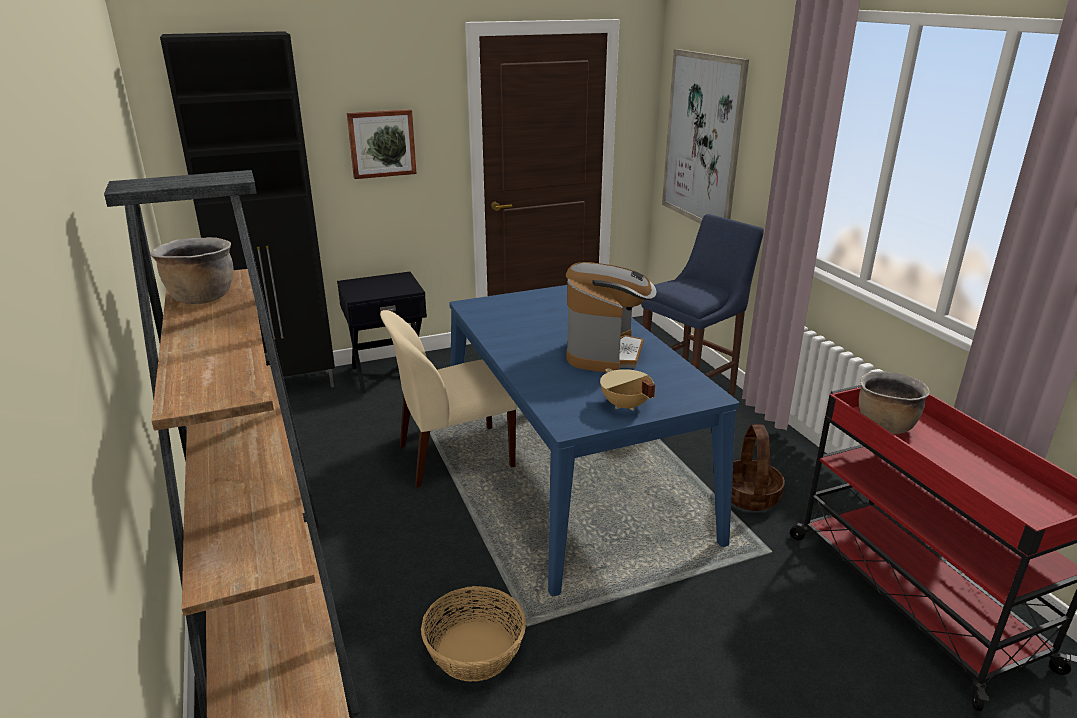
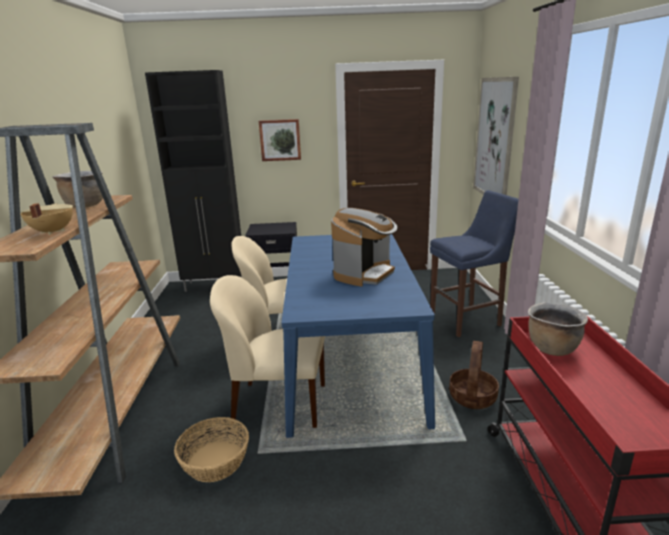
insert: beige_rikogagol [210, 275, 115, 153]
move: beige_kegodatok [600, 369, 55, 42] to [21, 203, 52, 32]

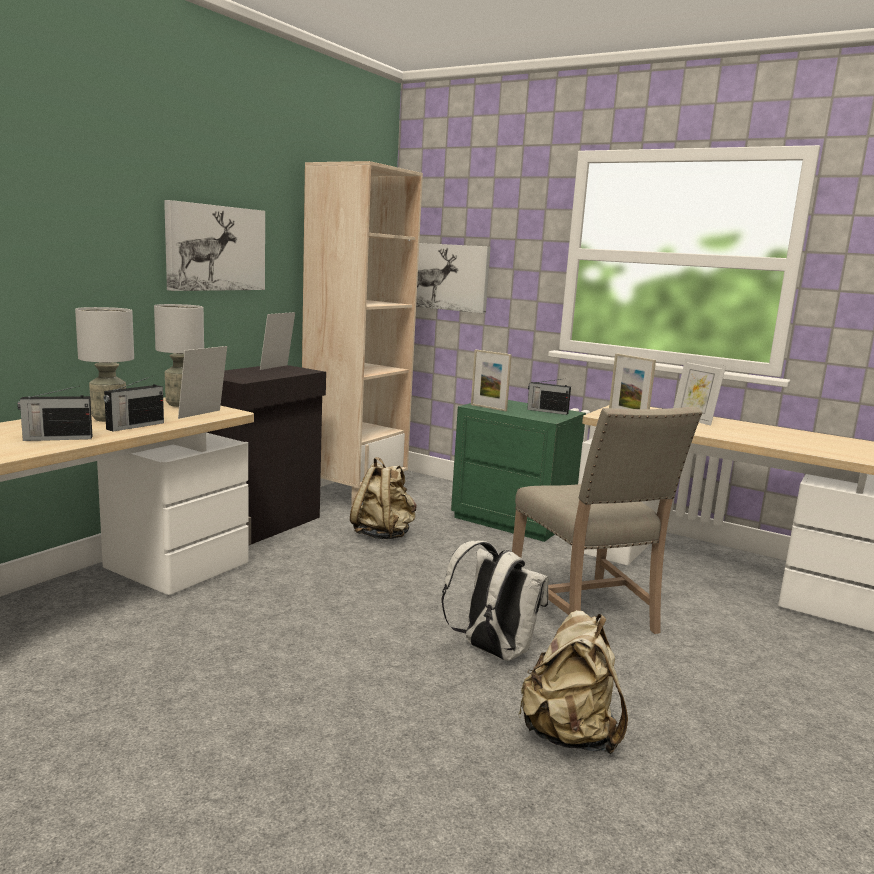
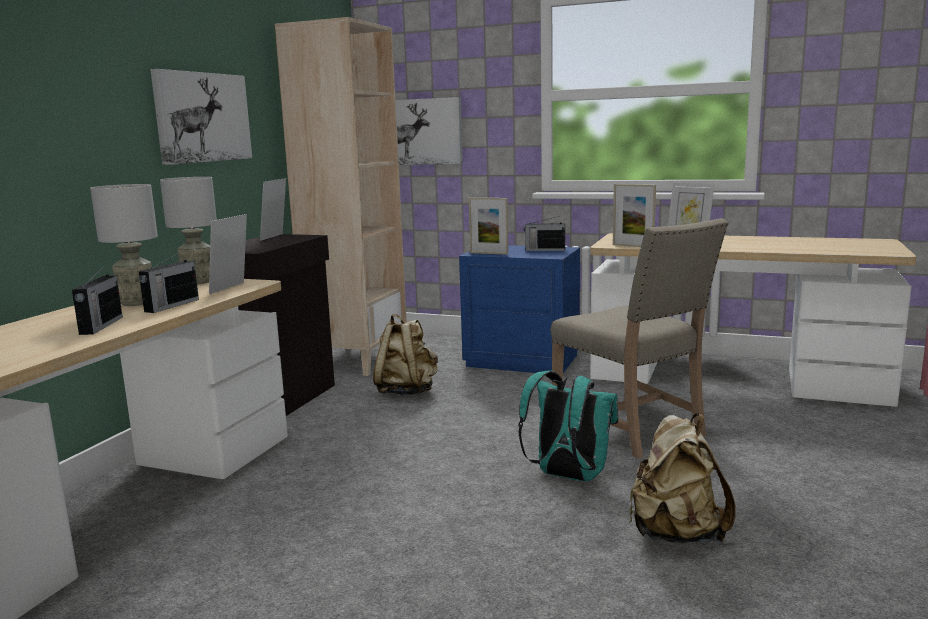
recolor: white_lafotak [441, 541, 108, 120] to turquoise_lafotak [518, 370, 101, 111]; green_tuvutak [451, 400, 135, 142] to blue_tuvutak [459, 245, 121, 128]
rotate: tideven [17, 386, 75, 55] = [72, 265, 51, 70] 60 degrees counterclockwise

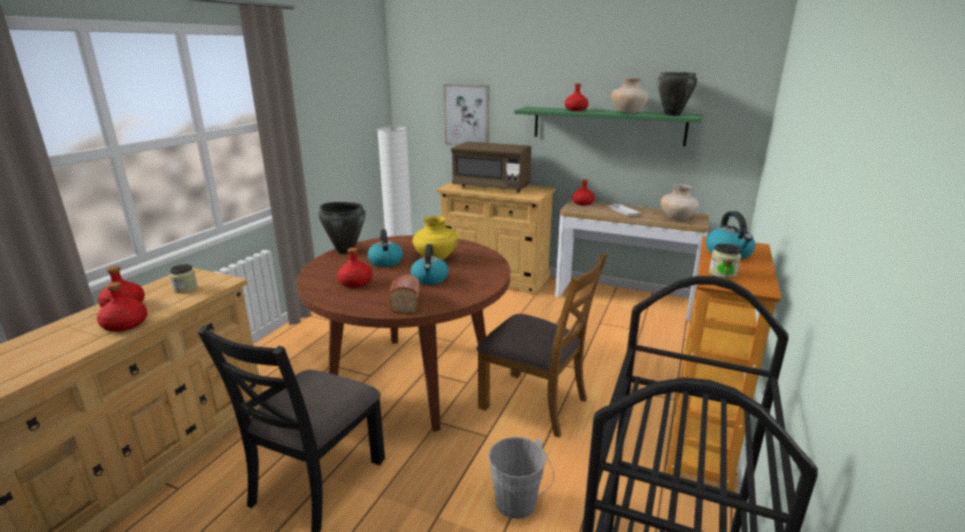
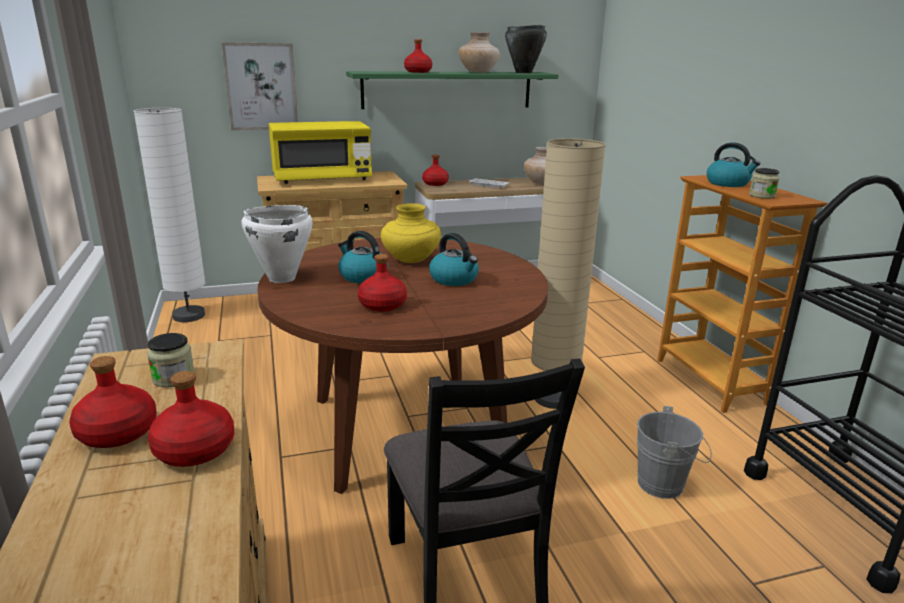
delete: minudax [389, 275, 31, 38]
replace: brown_rikogagol [477, 252, 131, 186] to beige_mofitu [531, 138, 75, 271]
recolor: black_kegodatok [318, 202, 48, 52] to white_kegodatok [241, 205, 72, 78]; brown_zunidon [451, 142, 80, 50] to yellow_zunidon [269, 121, 103, 63]

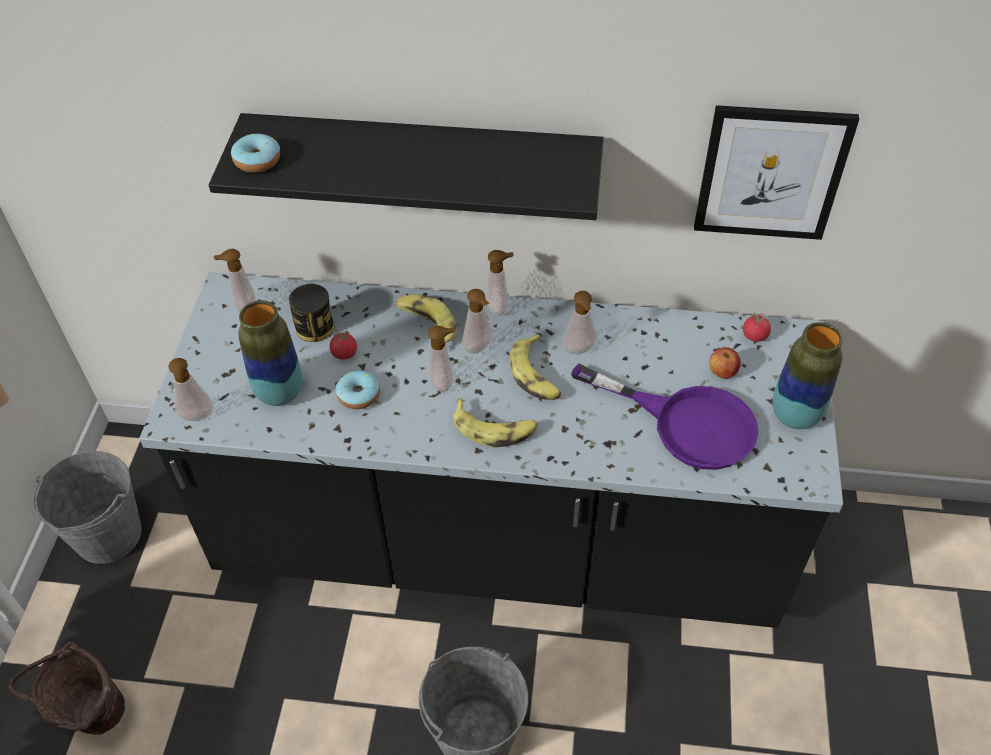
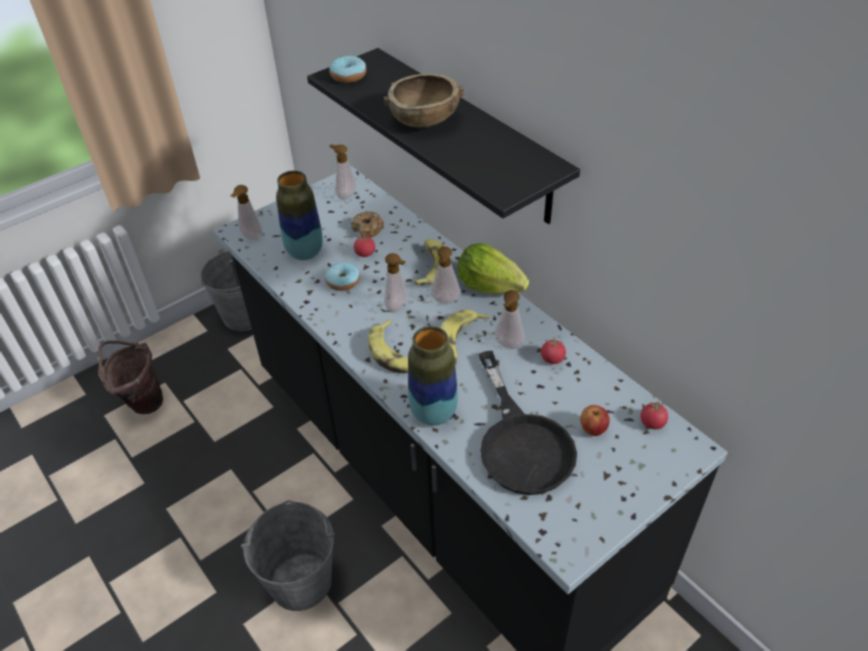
delete: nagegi [694, 105, 165, 135]
insert: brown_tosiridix [384, 74, 80, 54]; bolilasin [541, 337, 25, 27]
move: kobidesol [772, 322, 71, 107] to [408, 326, 50, 100]
replace: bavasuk [289, 284, 46, 58] to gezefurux [351, 211, 33, 27]; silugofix [486, 250, 28, 66] to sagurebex [458, 243, 71, 51]
recolor: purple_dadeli [571, 363, 187, 107] to black_dadeli [479, 351, 98, 144]

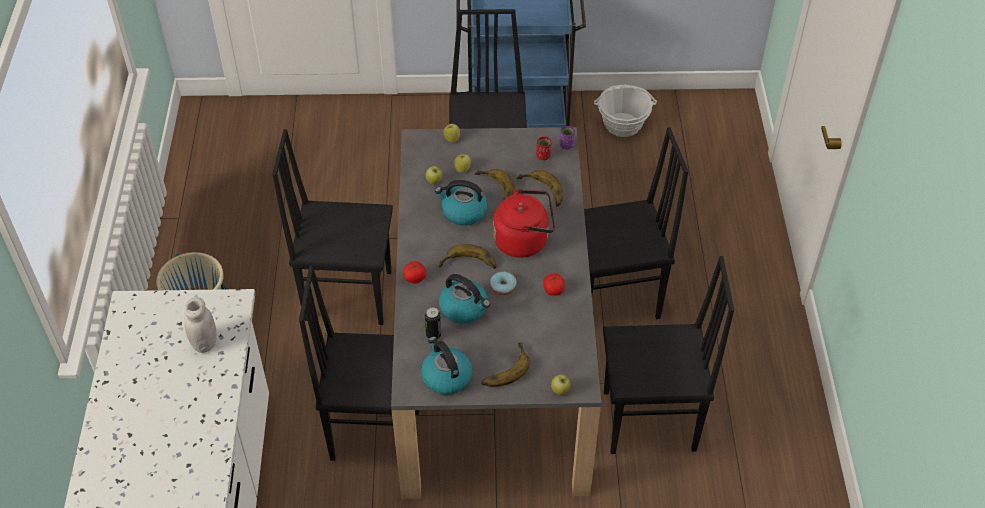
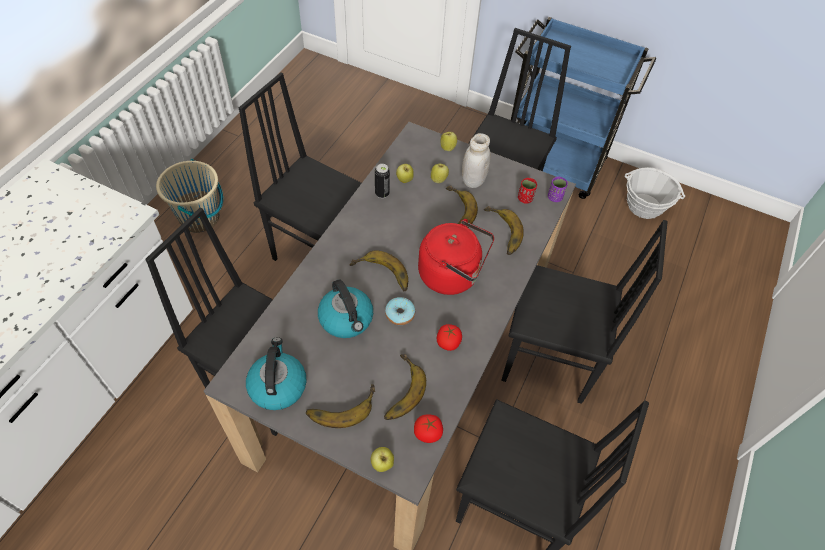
delete: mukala [435, 180, 53, 46]
insert: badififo [384, 354, 42, 66]
move: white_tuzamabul [184, 297, 33, 56] to [462, 133, 29, 55]; bolilasin [403, 261, 23, 22] to [414, 414, 29, 29]; bavasuk [425, 308, 16, 31] to [375, 164, 15, 34]

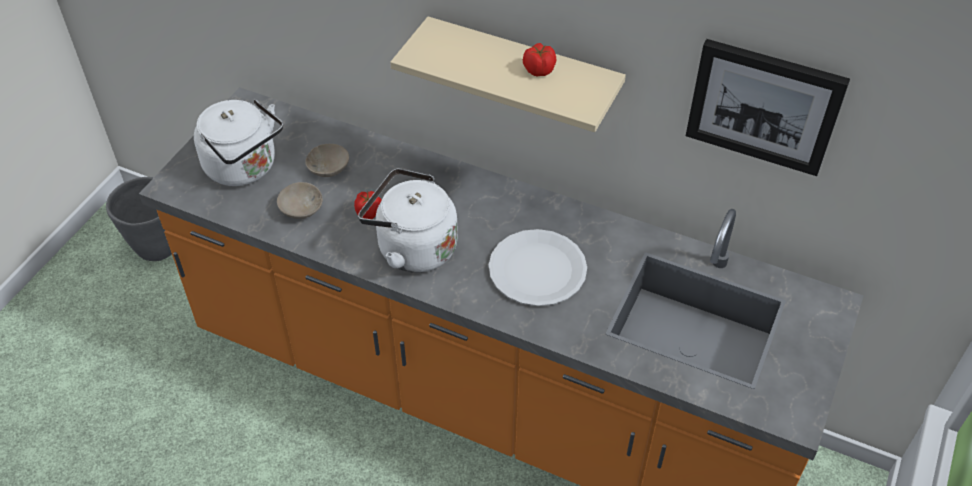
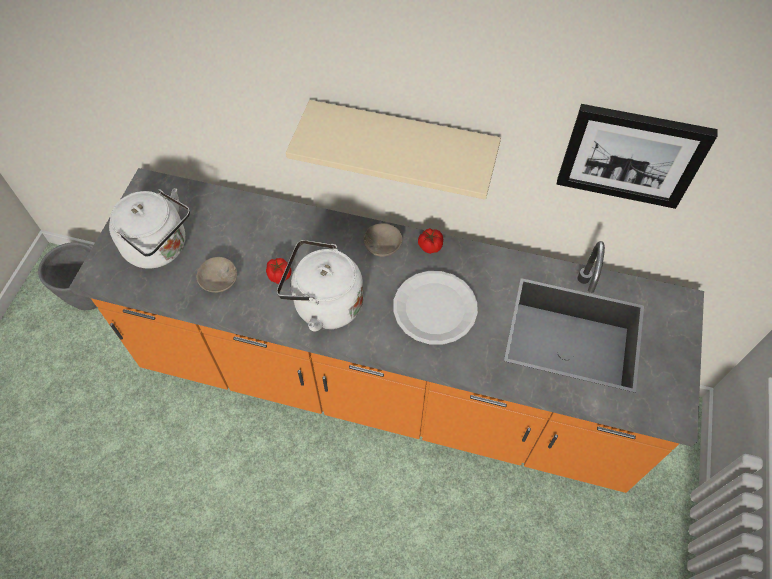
move: beige_tosiridix [305, 144, 44, 33] to [364, 223, 38, 34]; bolilasin [523, 43, 33, 33] to [418, 228, 25, 26]

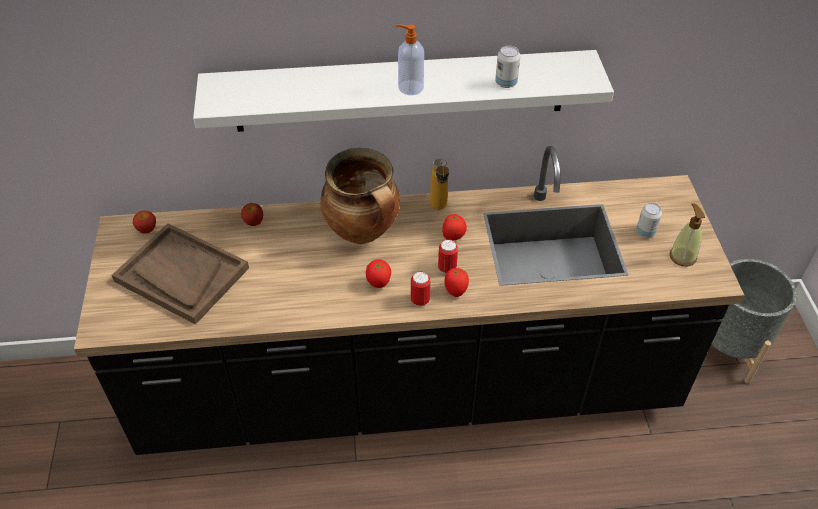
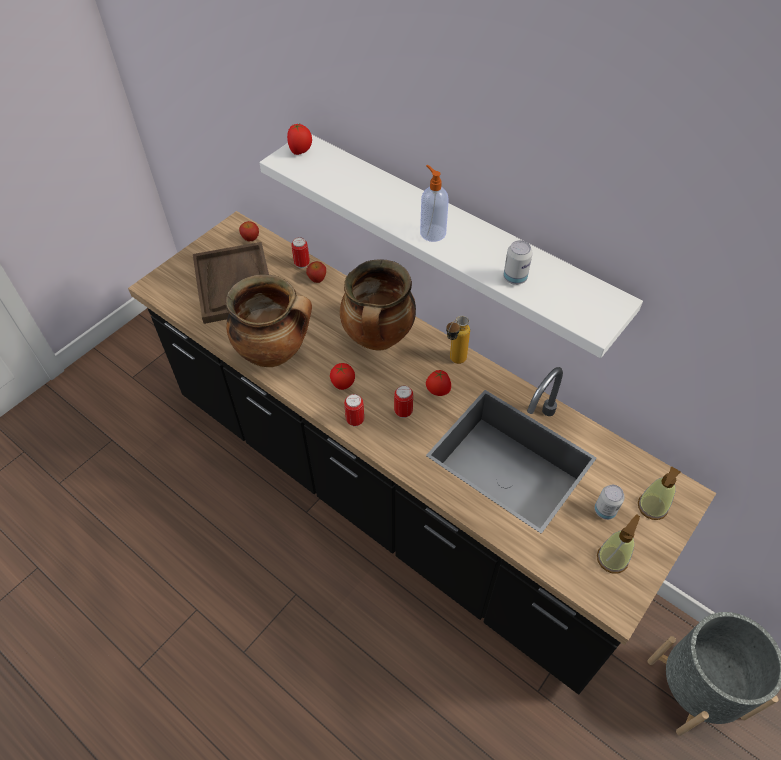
insert: kegodatok [226, 274, 86, 93]; bavasuk [291, 237, 19, 31]; silugofix [638, 466, 43, 54]
move: bolilasin [444, 268, 25, 29] to [287, 123, 25, 32]

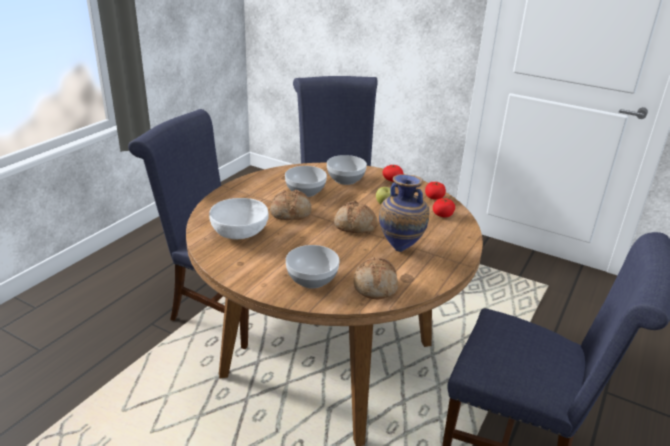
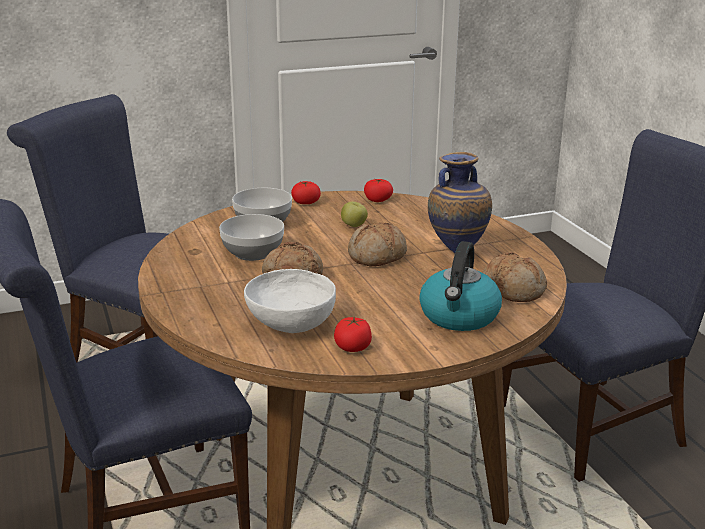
move: bolilasin [433, 198, 22, 19] to [334, 317, 38, 35]
replace: tosiridix [286, 245, 54, 43] to mukala [419, 241, 83, 90]

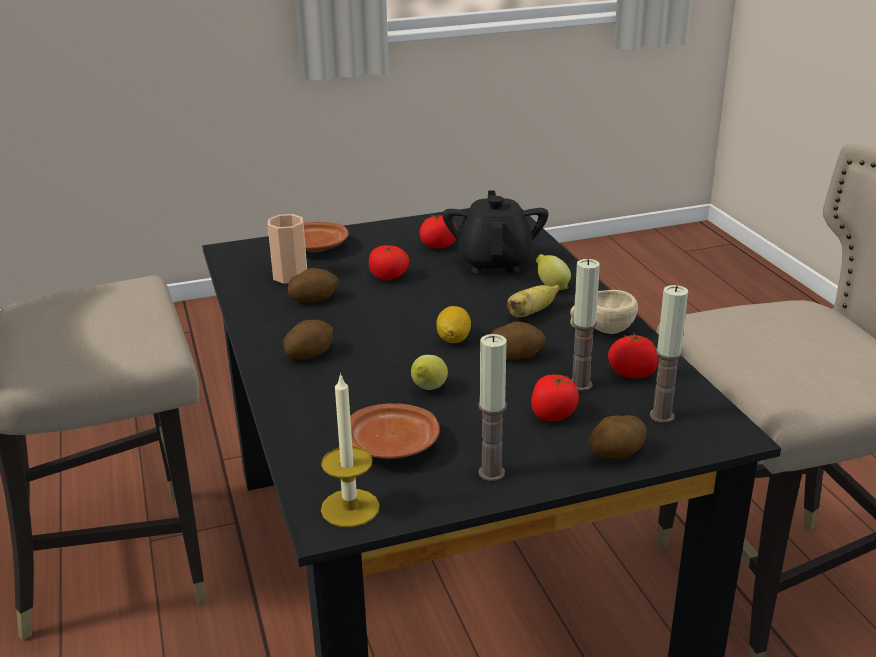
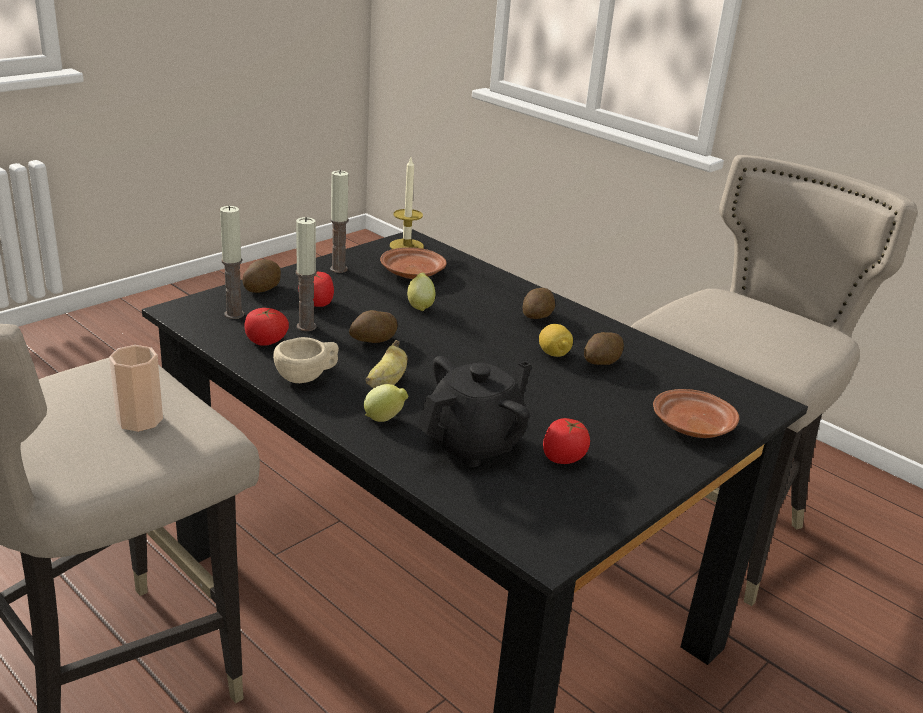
delete: bolilasin [369, 245, 40, 35]
move: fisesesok [268, 214, 39, 70] to [109, 345, 54, 87]; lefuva [436, 306, 35, 37] to [539, 324, 34, 33]
rotate: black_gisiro [442, 190, 107, 83] = [418, 356, 114, 111] 105 degrees counterclockwise

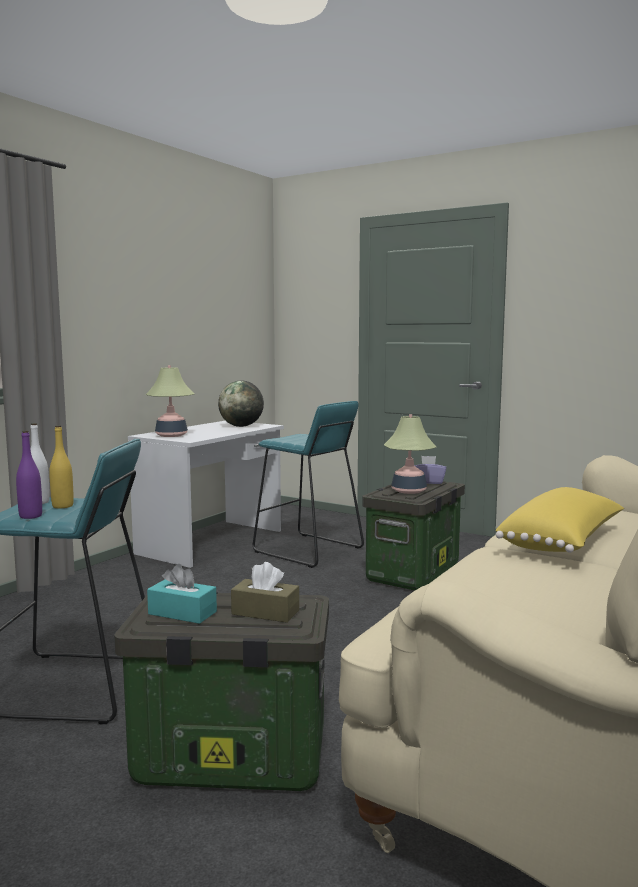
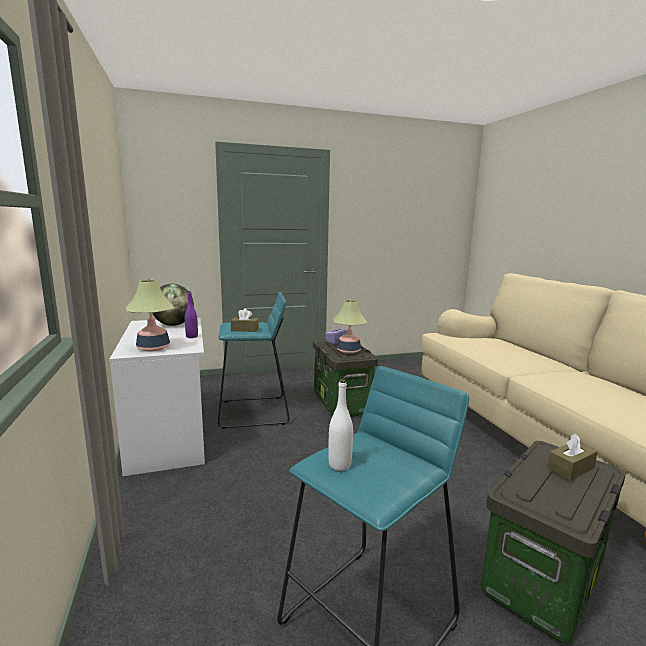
delete: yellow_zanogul [49, 425, 25, 83]; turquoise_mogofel [147, 564, 70, 60]; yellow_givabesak [495, 487, 129, 66]
insert: brown_mogofel [231, 308, 28, 24]
move: purple_zanogul [16, 431, 26, 88] to [185, 291, 13, 47]

